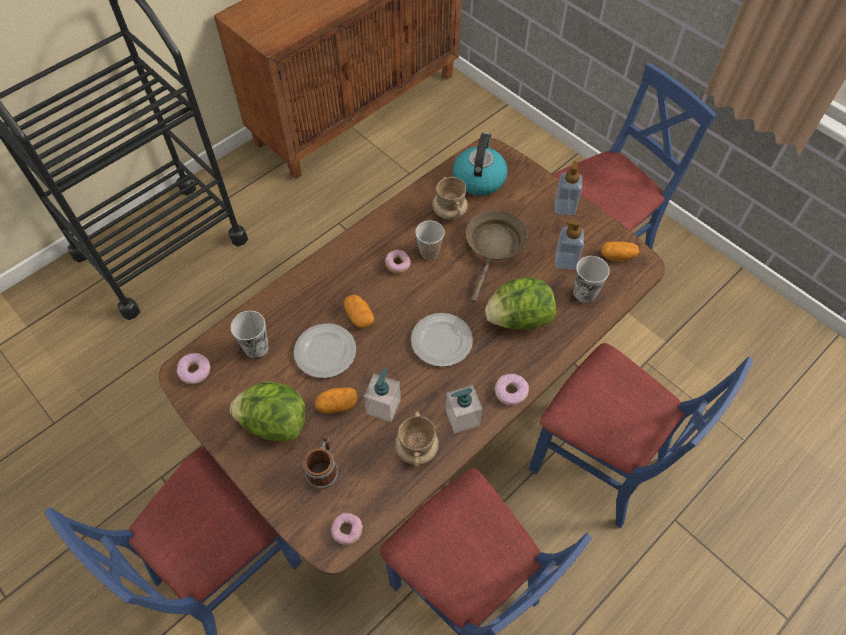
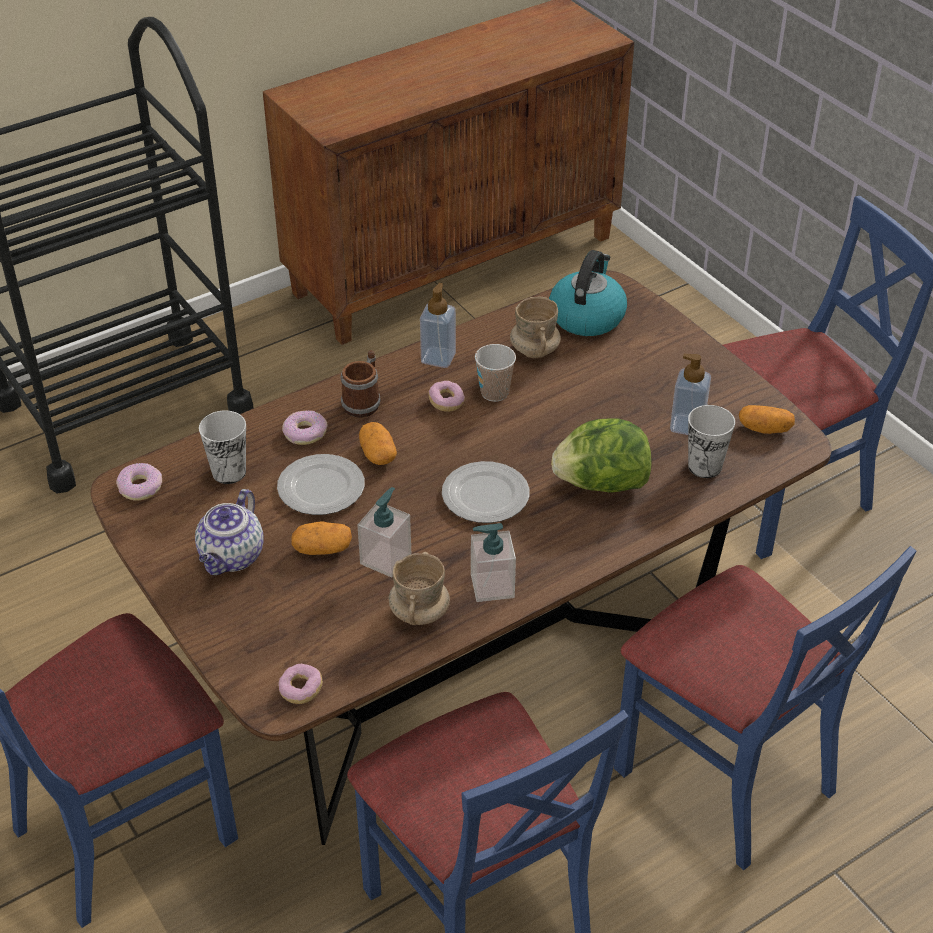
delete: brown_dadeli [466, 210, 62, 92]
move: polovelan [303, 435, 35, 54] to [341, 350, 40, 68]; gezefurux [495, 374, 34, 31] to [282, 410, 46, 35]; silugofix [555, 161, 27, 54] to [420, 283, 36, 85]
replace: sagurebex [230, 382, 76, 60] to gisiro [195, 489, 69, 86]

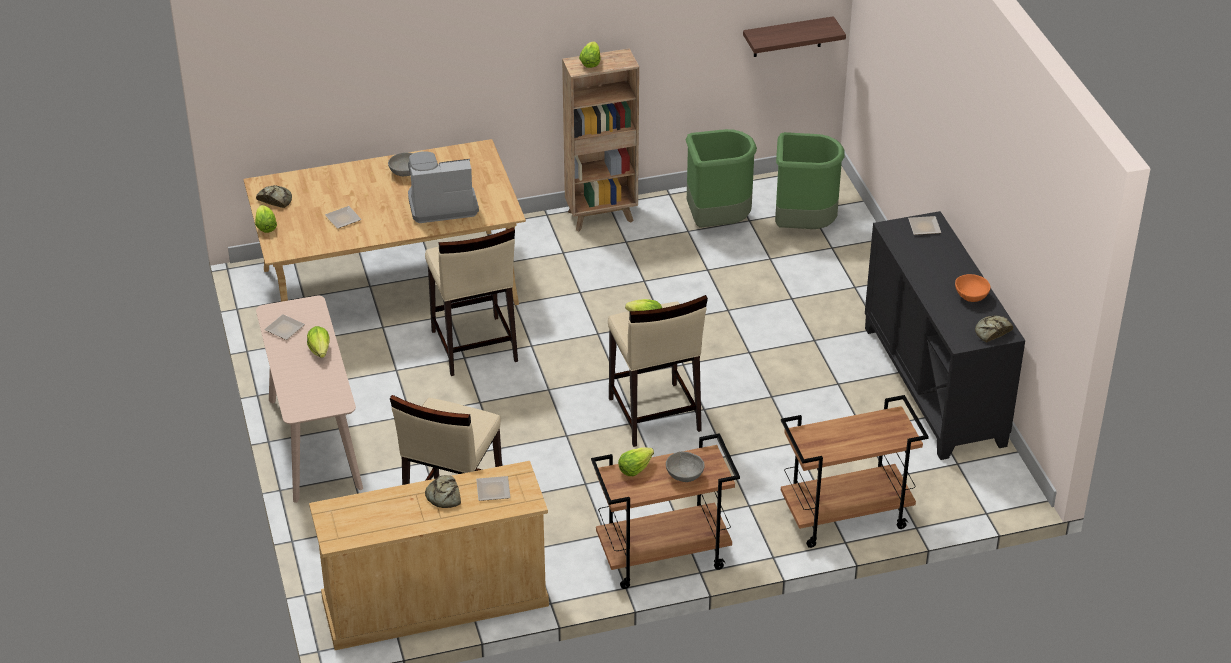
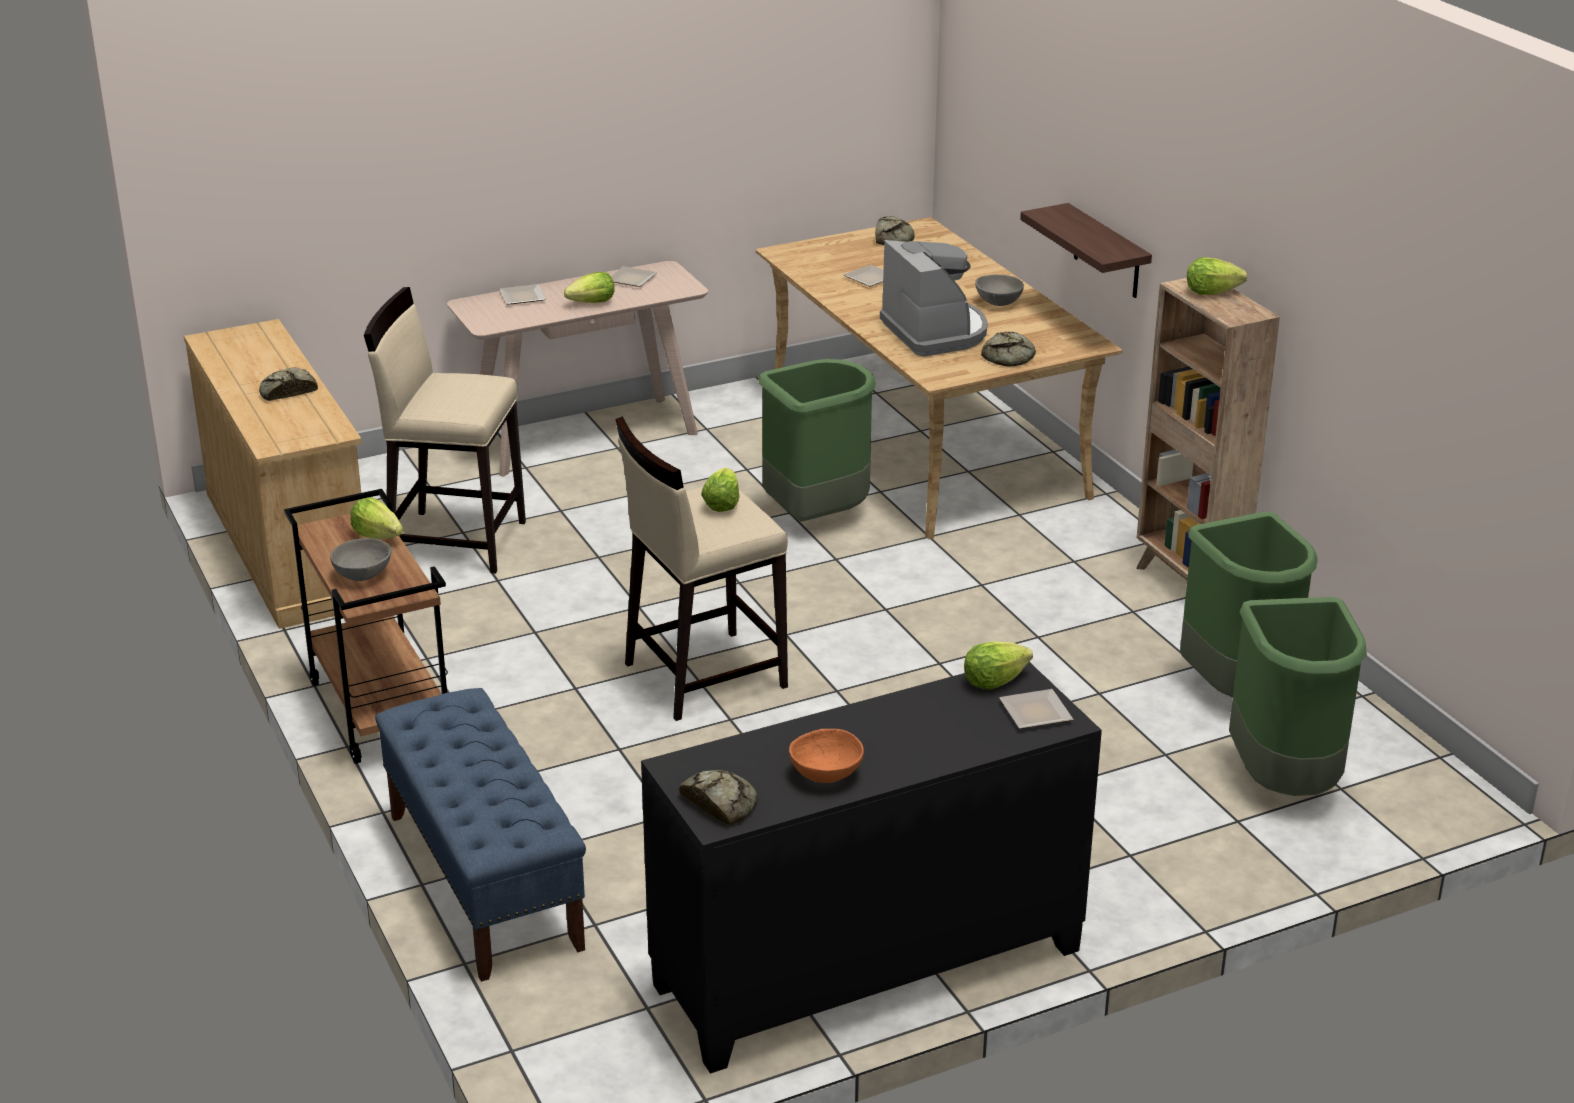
insert: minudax [981, 331, 55, 36]
move: sagurebex [255, 205, 22, 28] to [964, 641, 69, 49]; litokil [476, 476, 35, 25] to [500, 284, 46, 20]; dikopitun [743, 16, 103, 41] to [1020, 203, 132, 95]
replace: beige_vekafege [425, 227, 93, 149] to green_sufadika [758, 359, 118, 163]; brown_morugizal [781, 395, 148, 153] to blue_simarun [375, 688, 211, 294]

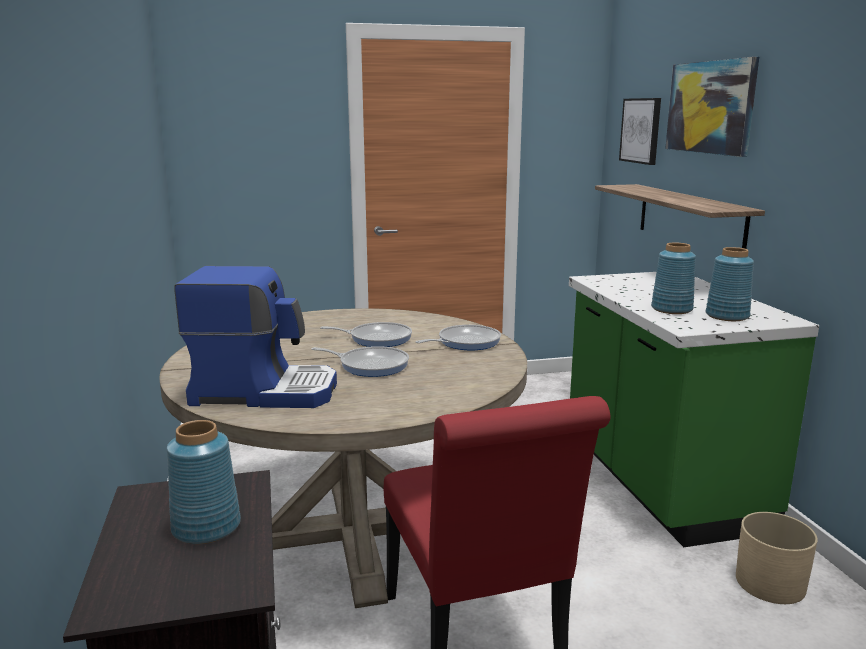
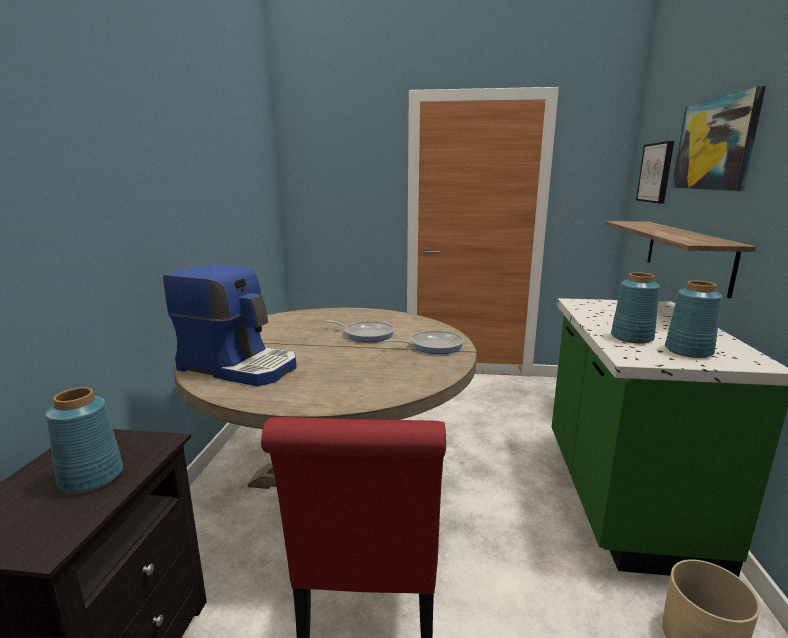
delete: dadeli [312, 346, 97, 31]

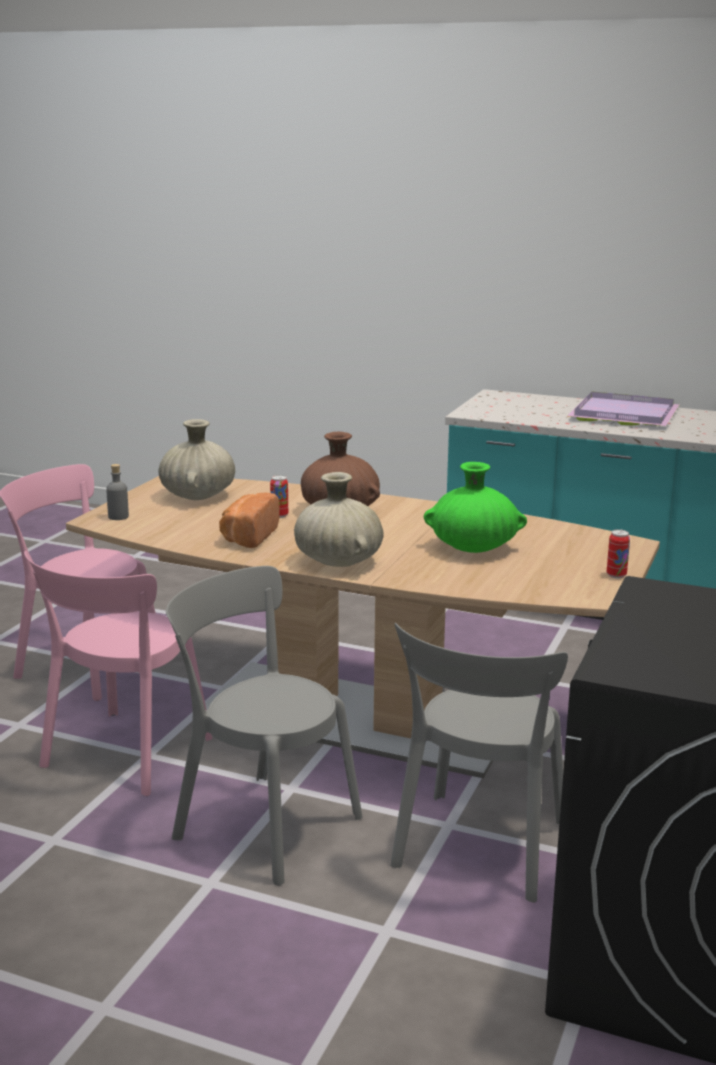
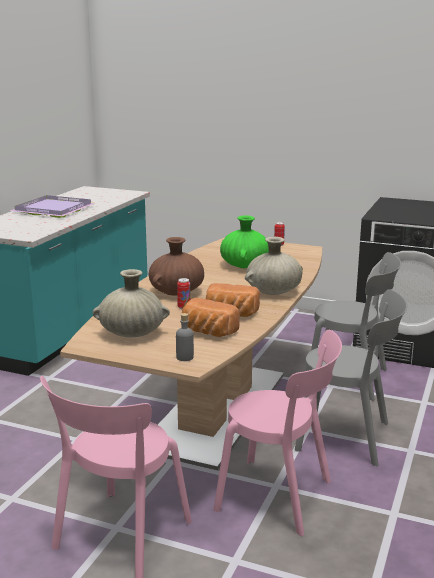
insert: minudax [182, 298, 58, 39]
rotate: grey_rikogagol [166, 566, 196, 320] = [295, 289, 112, 177] 105 degrees counterclockwise

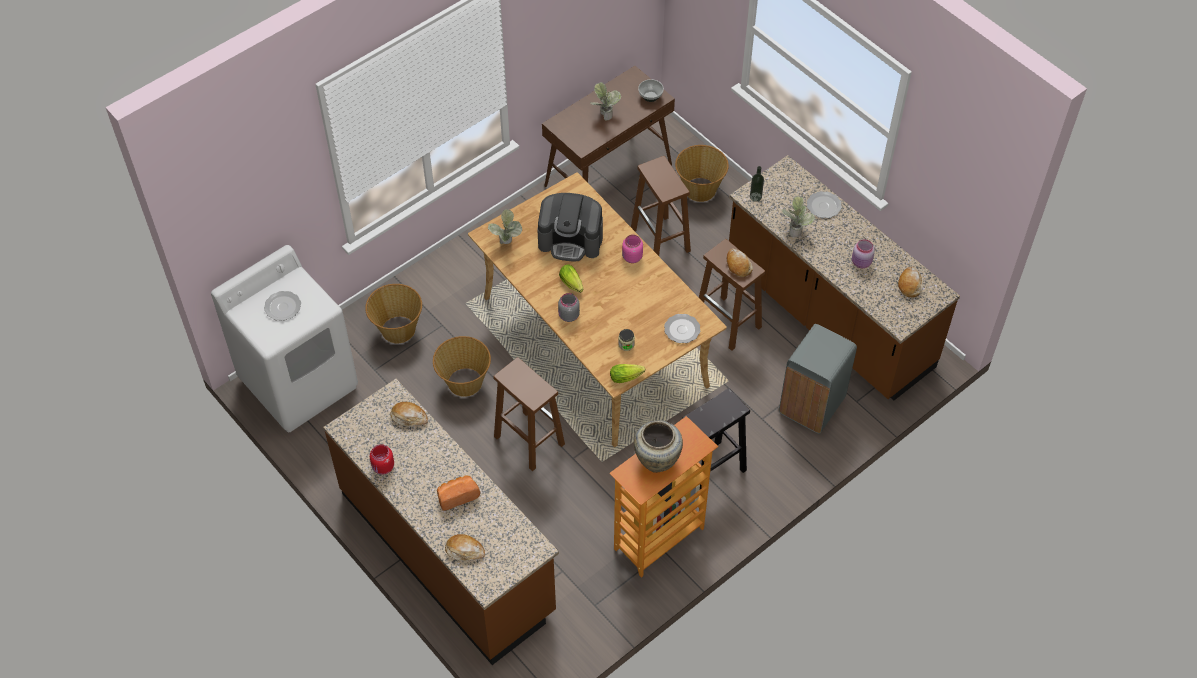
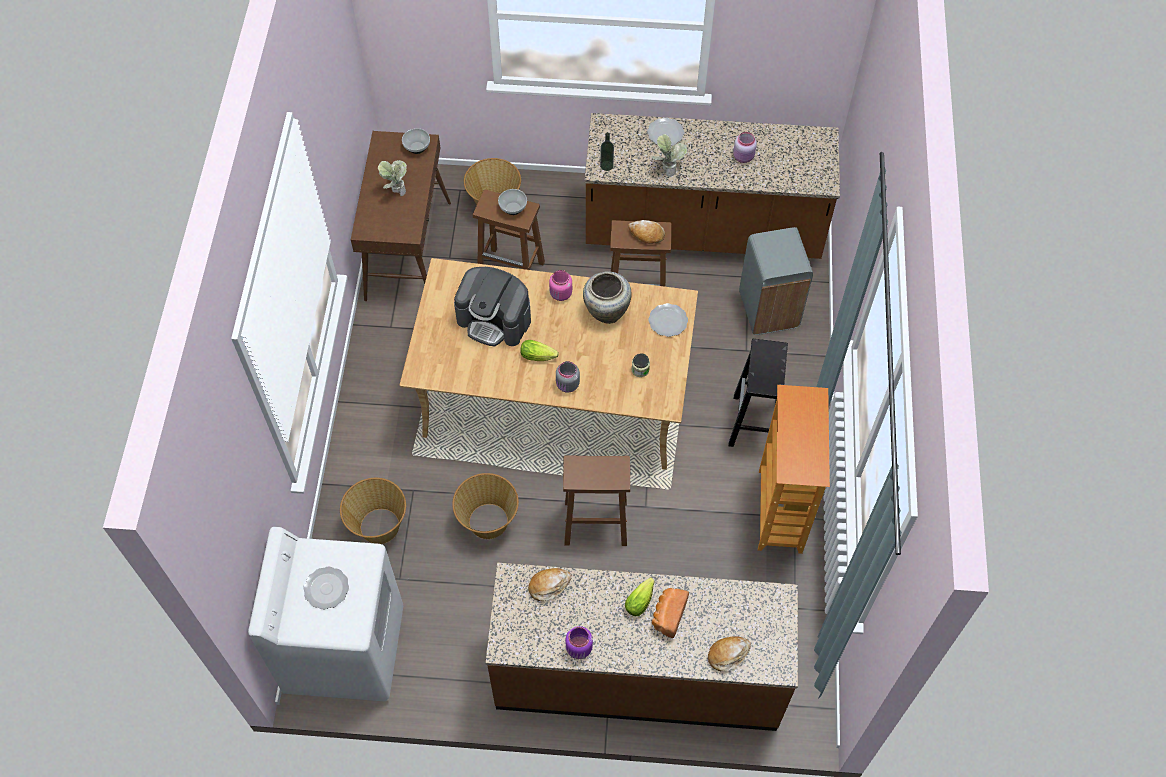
delete: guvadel [488, 209, 34, 35]; minudax [898, 267, 25, 30]
insert: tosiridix [498, 189, 29, 26]
move: sagurebex [610, 364, 35, 19] to [625, 577, 30, 39]; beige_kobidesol [634, 420, 49, 53] to [583, 271, 49, 53]
recolor: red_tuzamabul [370, 444, 24, 30] to purple_tuzamabul [565, 626, 28, 33]
rotate: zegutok [537, 193, 66, 69] = [454, 267, 77, 80] 60 degrees clockwise

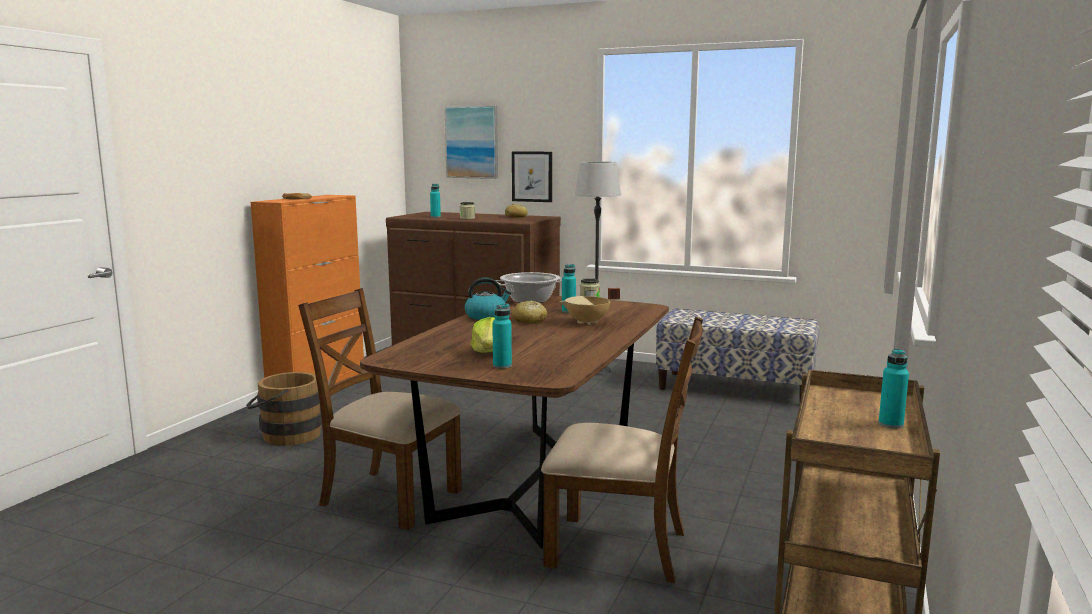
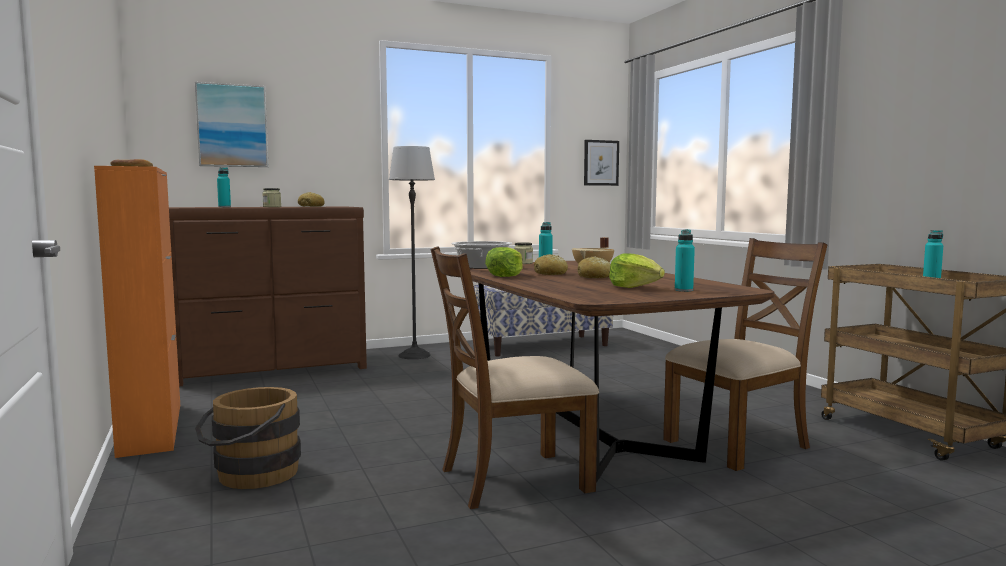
insert: minudax [577, 256, 34, 22]
move: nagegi [512, 151, 40, 51] to [584, 140, 35, 46]
replace: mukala [465, 278, 46, 42] to sagurebex [485, 247, 38, 30]

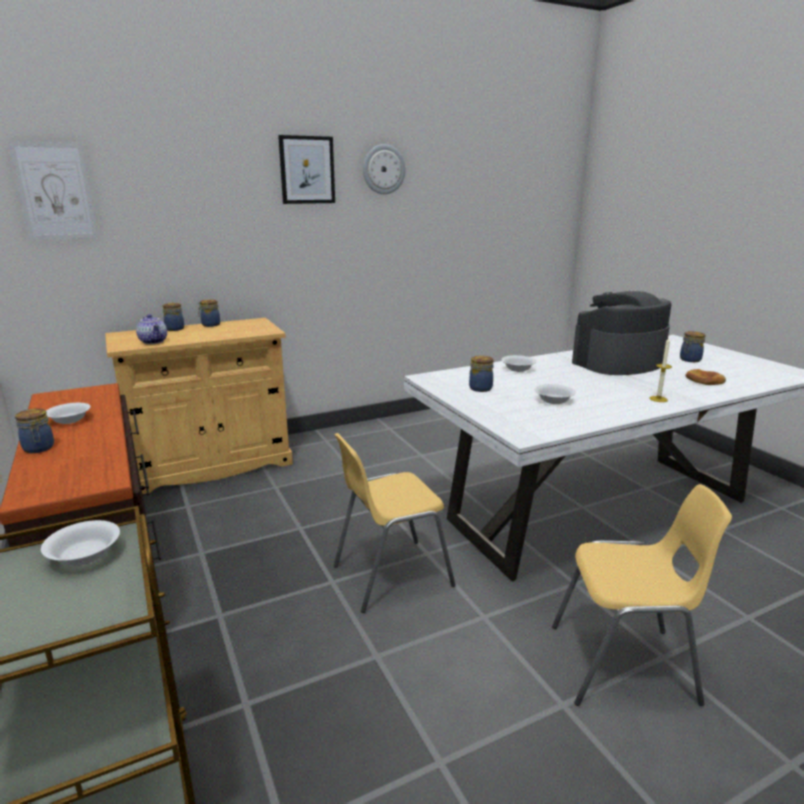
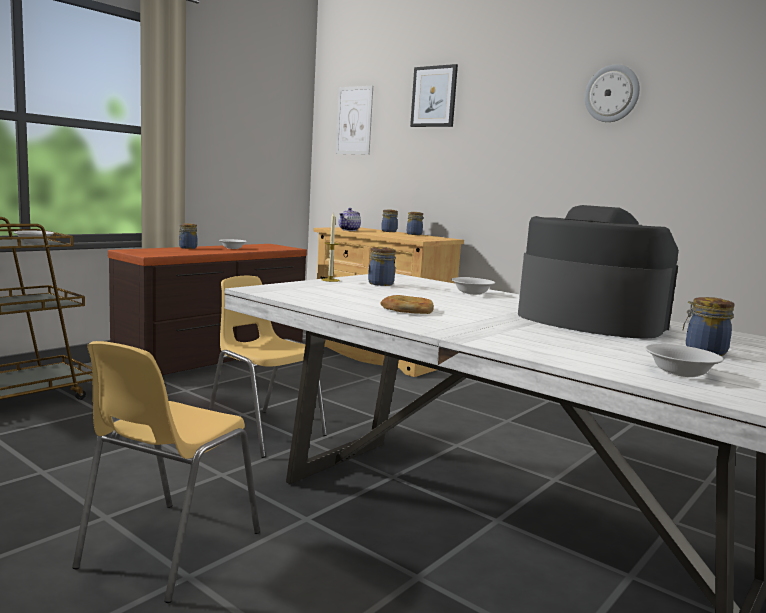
move: nagegi [278, 135, 57, 69] to [410, 64, 48, 63]; white_tosiridix [535, 384, 41, 20] to [645, 344, 79, 33]; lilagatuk [650, 338, 22, 64] to [322, 213, 18, 69]; minudax [686, 369, 40, 16] to [381, 295, 53, 19]
rotate: yellow_rikogagol [552, 484, 180, 222] = [72, 341, 188, 262] 45 degrees clockwise

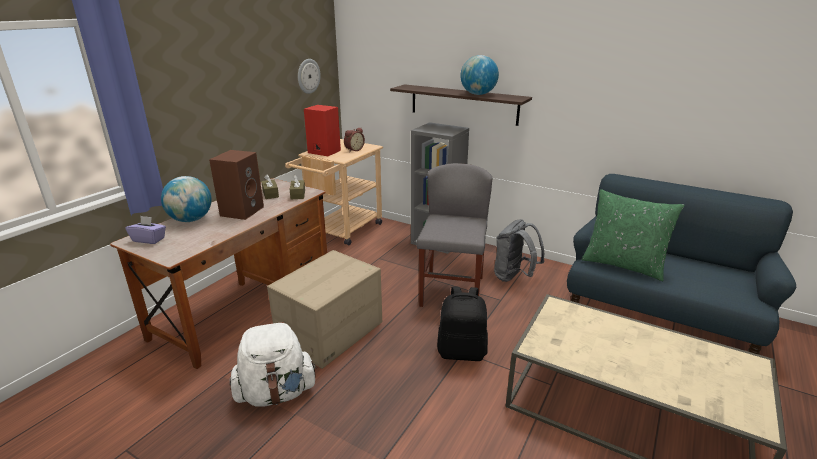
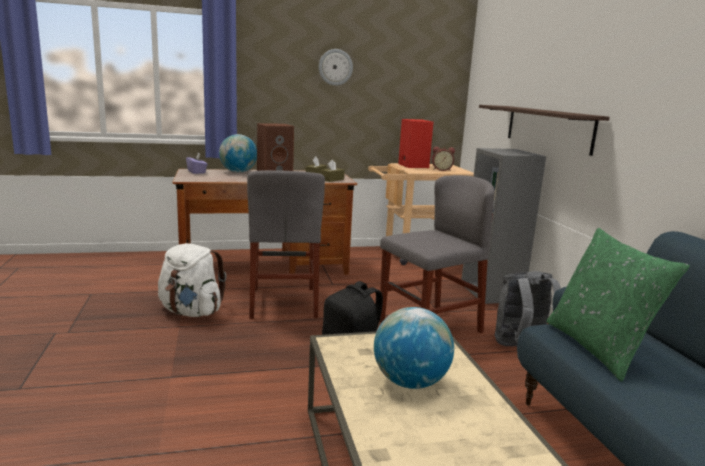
move: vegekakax [298, 59, 23, 35] to [319, 49, 34, 37]; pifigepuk [460, 55, 39, 40] to [374, 307, 80, 82]
replace: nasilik [267, 250, 115, 119] to grey_rikogagol [247, 170, 78, 149]

